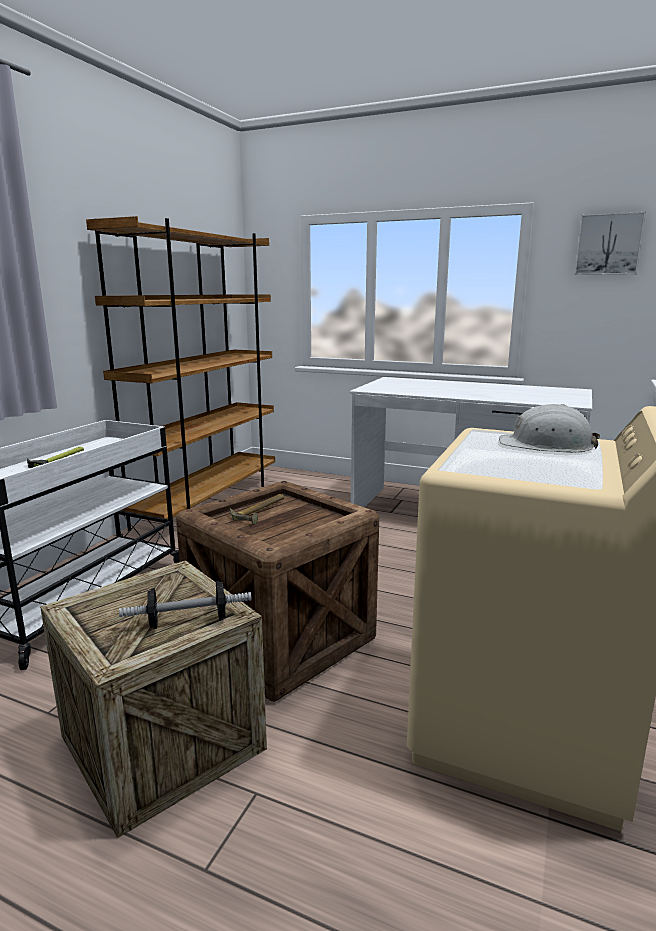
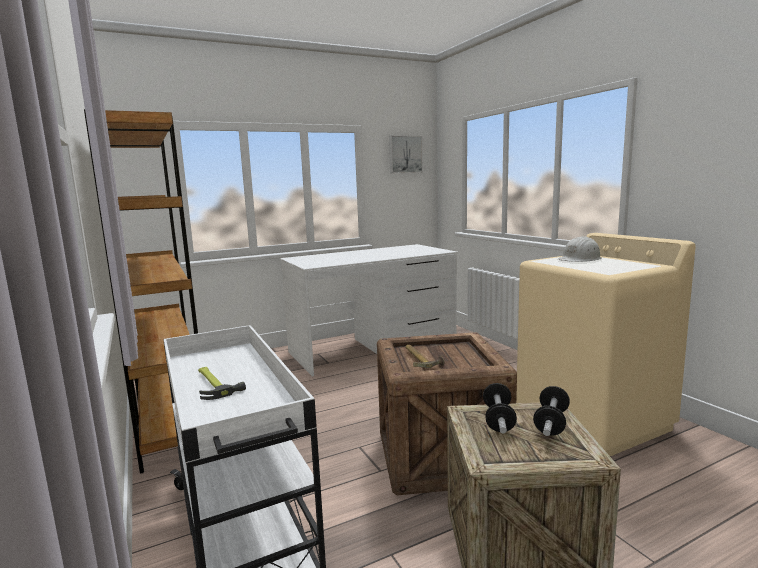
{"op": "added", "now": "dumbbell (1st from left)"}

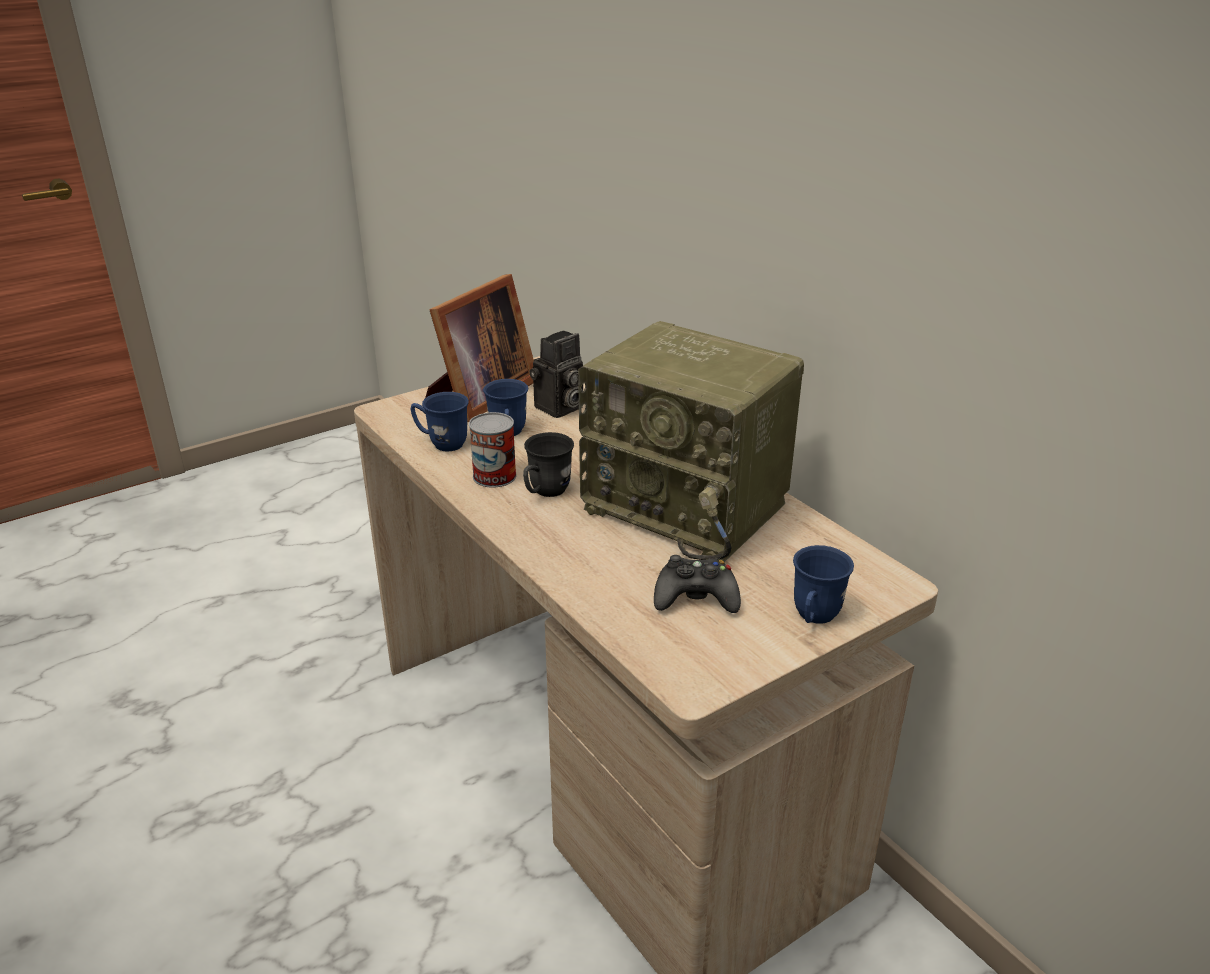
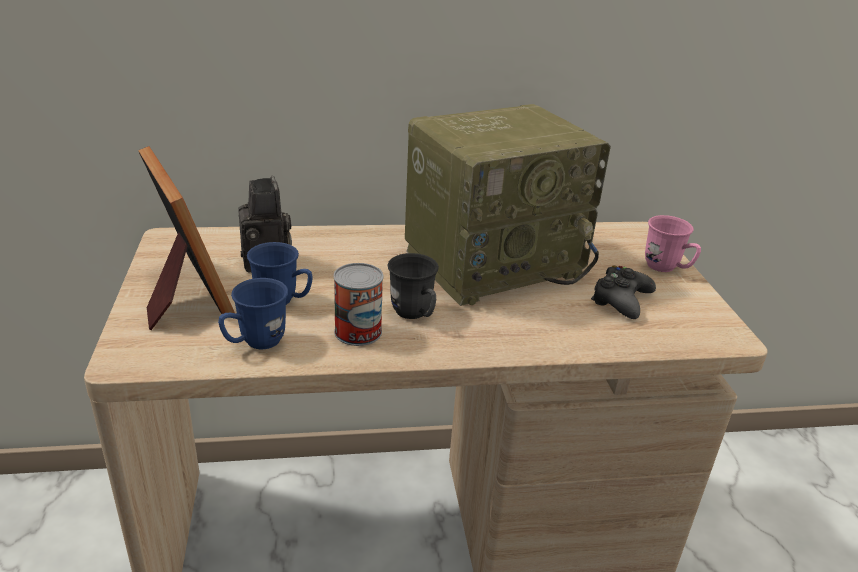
{"op": "recoloured", "was": "blue-coloured tea mug (3rd from left)", "now": "pink-coloured tea mug"}

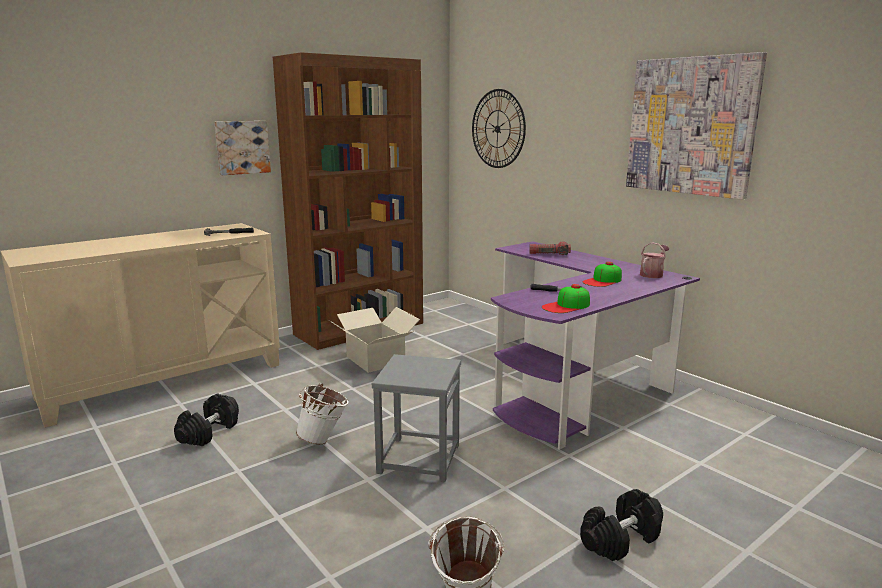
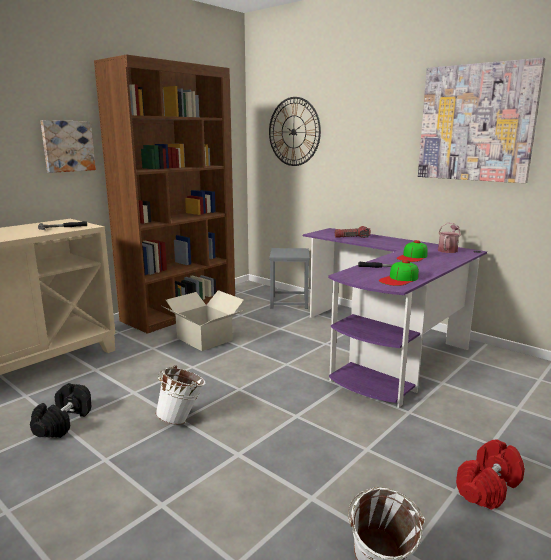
{"op": "moved", "was": "greyish sitting stool"}
{"op": "recoloured", "was": "black-coloured dumbbell (2nd from left)", "now": "red dumbbell"}

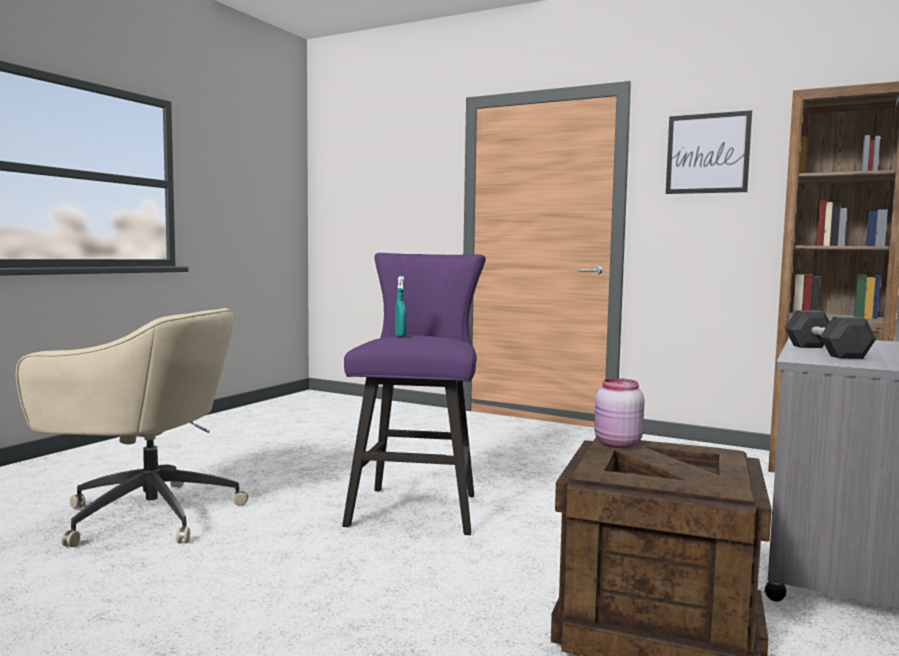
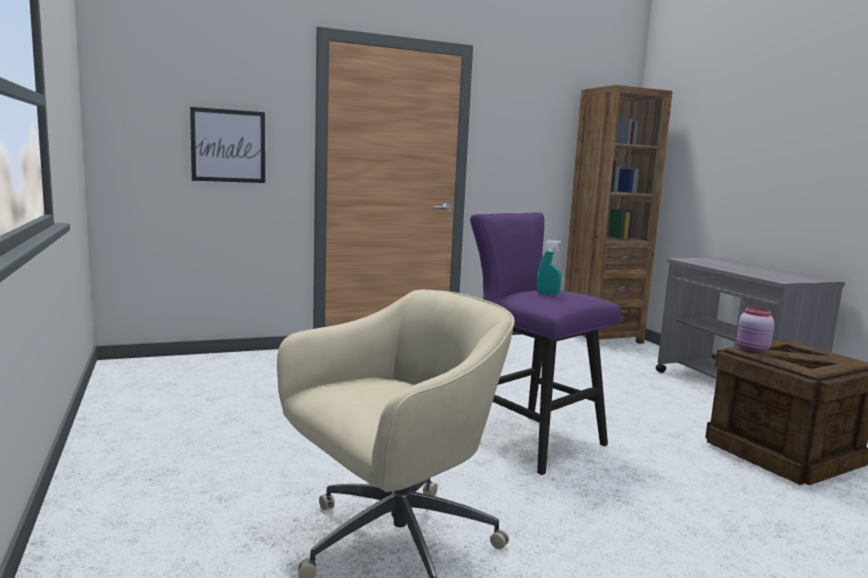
{"op": "moved", "was": "picture"}
{"op": "removed", "was": "black-coloured dumbbell"}

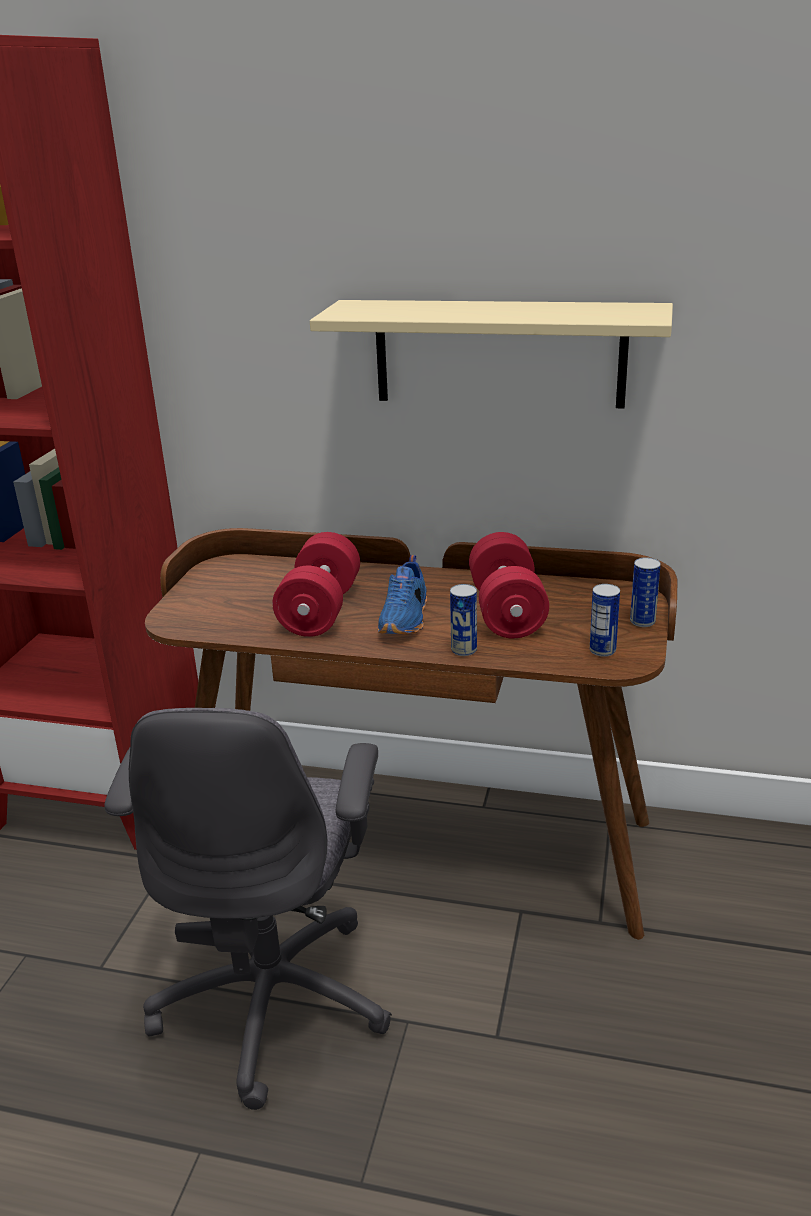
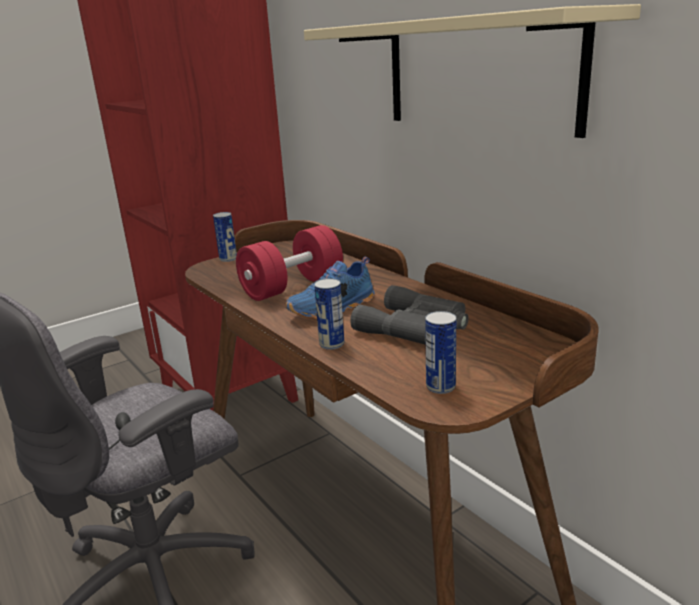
{"op": "replaced", "was": "red dumbbell (2nd from left)", "now": "greyish field glasses"}
{"op": "moved", "was": "metal can (3rd from left in the first image)", "now": "metal can (1st from left)"}

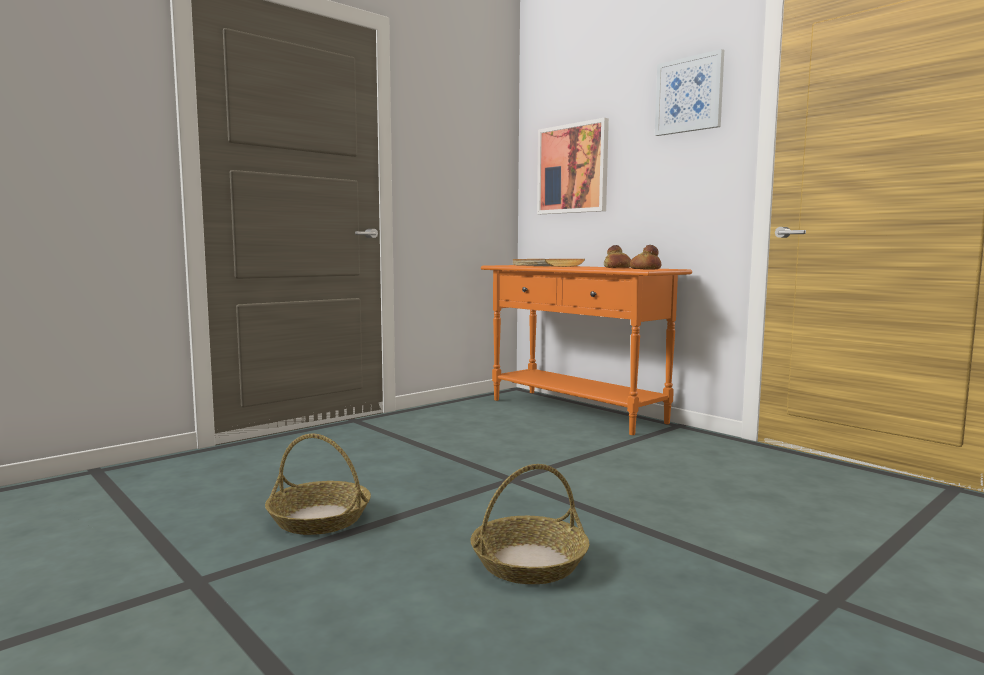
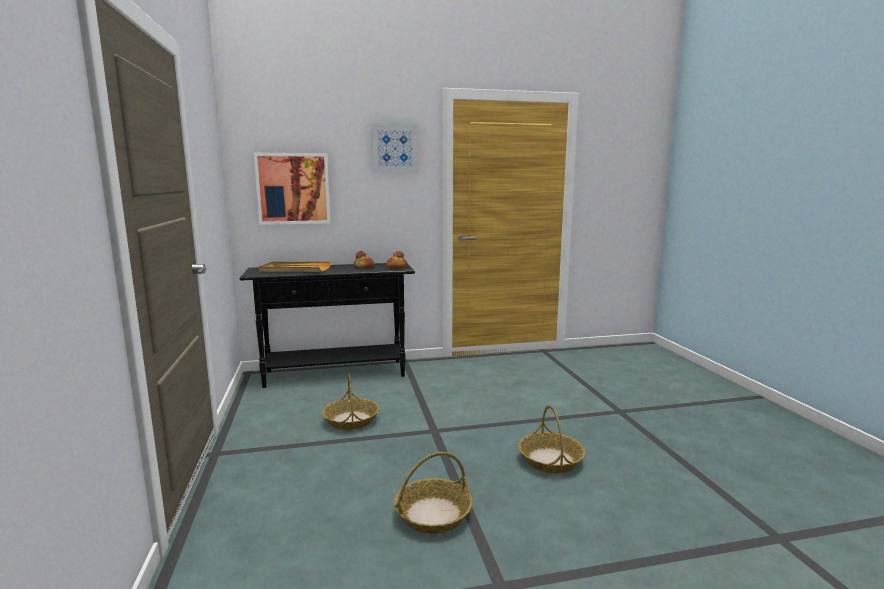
{"op": "recoloured", "was": "orangey hall table", "now": "black-coloured hall table"}
{"op": "added", "now": "household basket (1st from left)"}

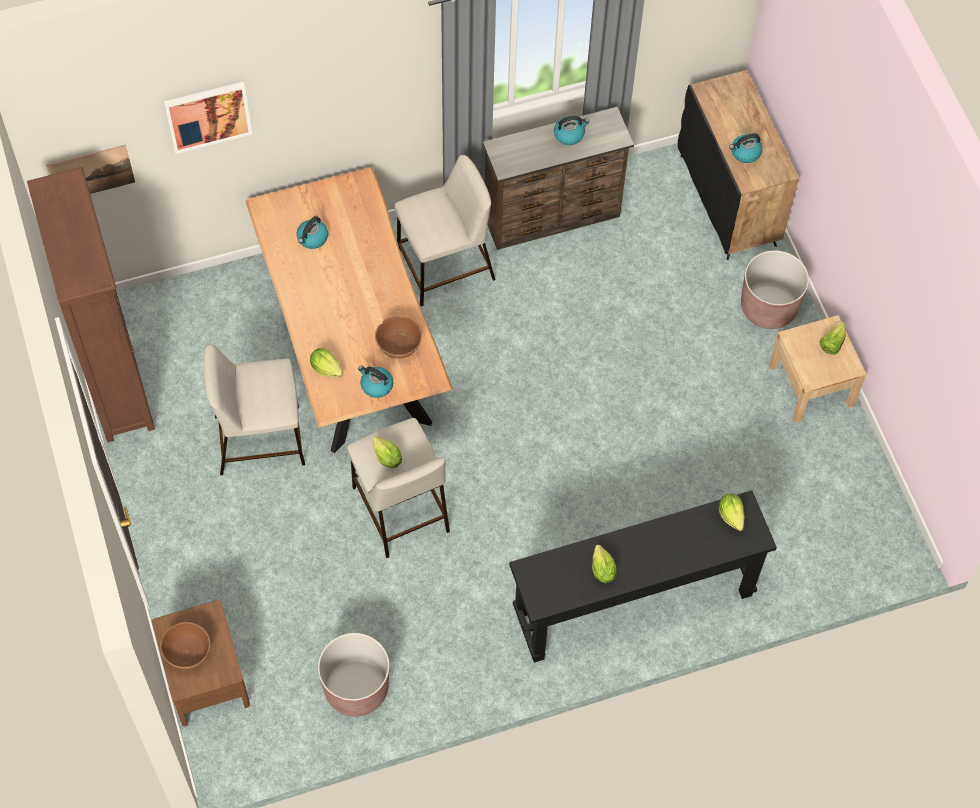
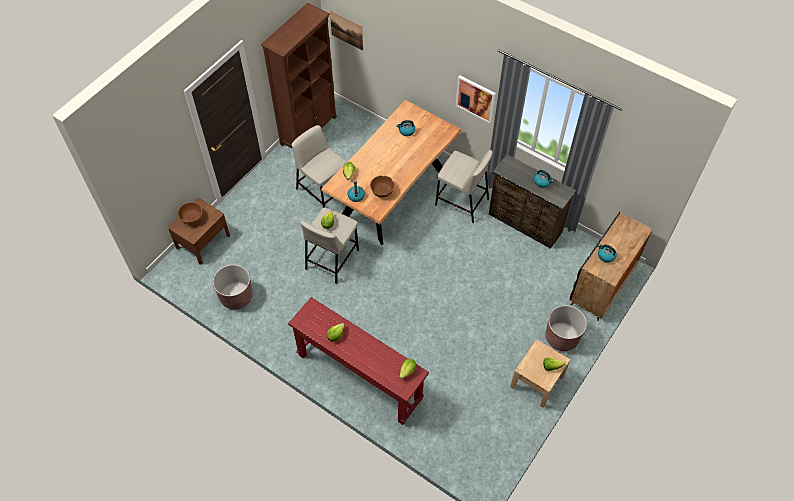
{"op": "moved", "was": "picture (2nd from left)"}
{"op": "recoloured", "was": "black-coloured hall table", "now": "red hall table"}

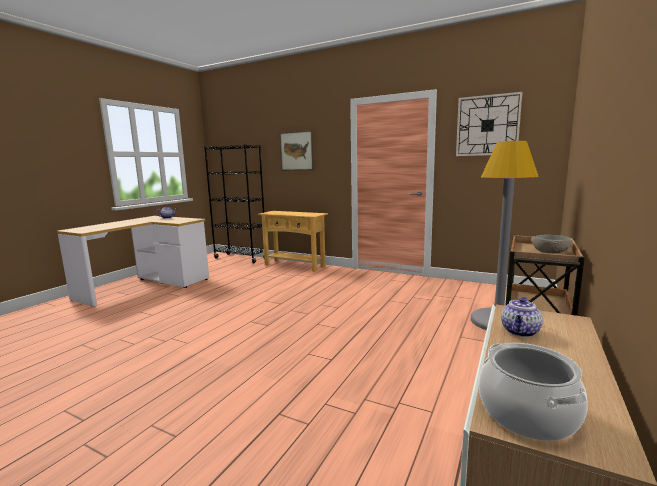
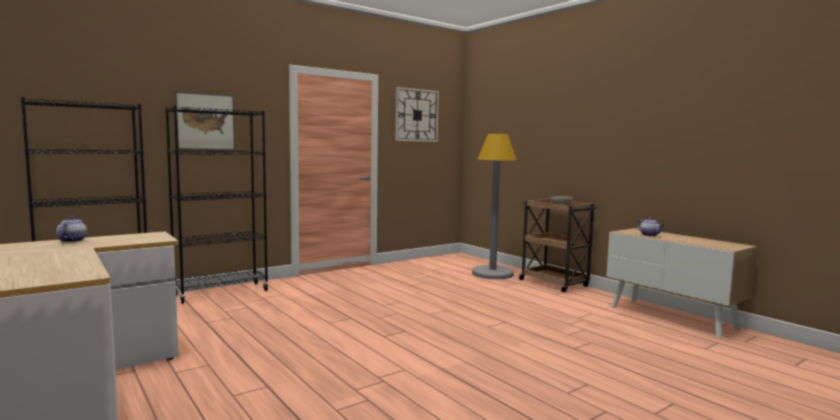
{"op": "replaced", "was": "beige hall table", "now": "black-coloured bookshelf (2nd from left)"}
{"op": "removed", "was": "cooking pot"}

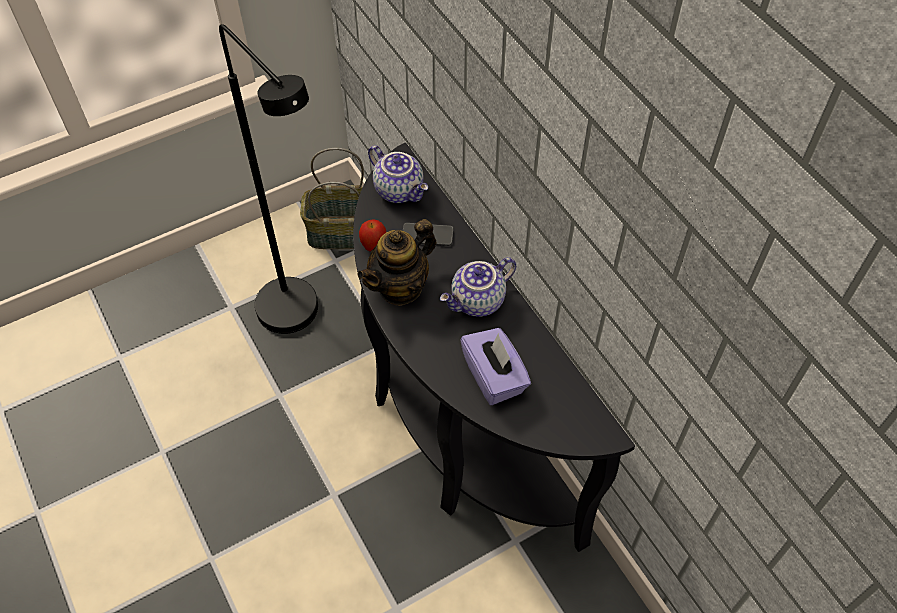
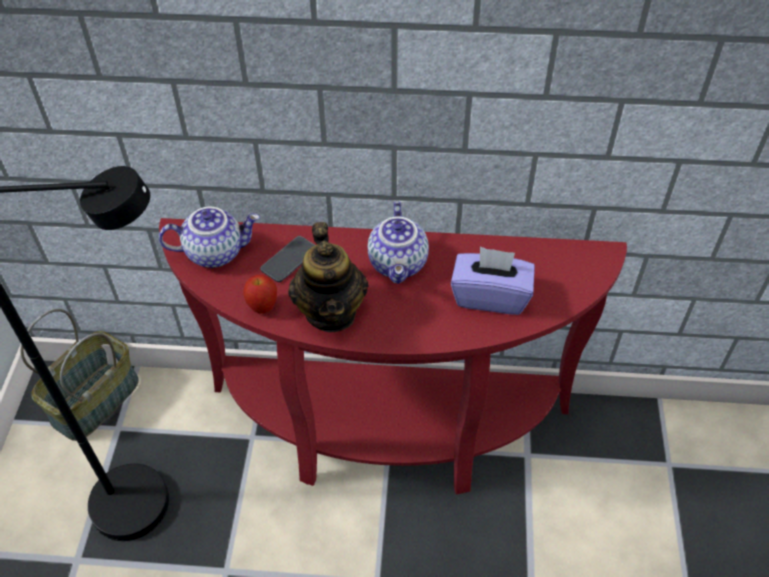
{"op": "recoloured", "was": "black-coloured hall table", "now": "red hall table"}

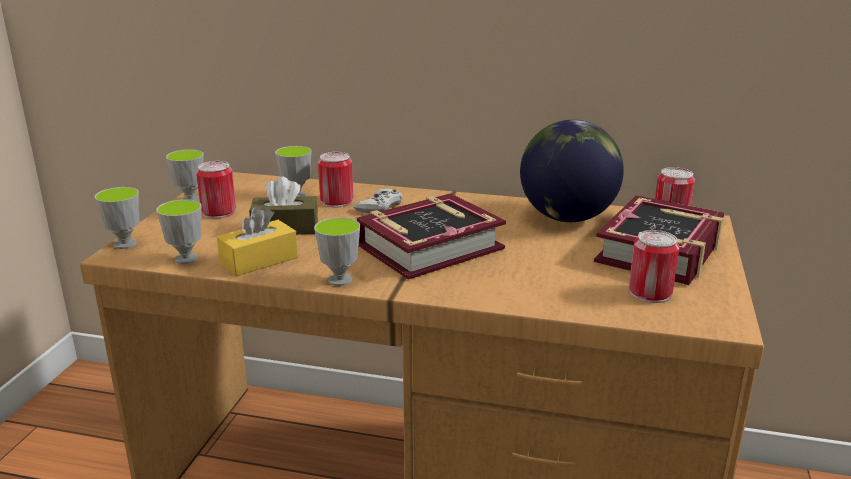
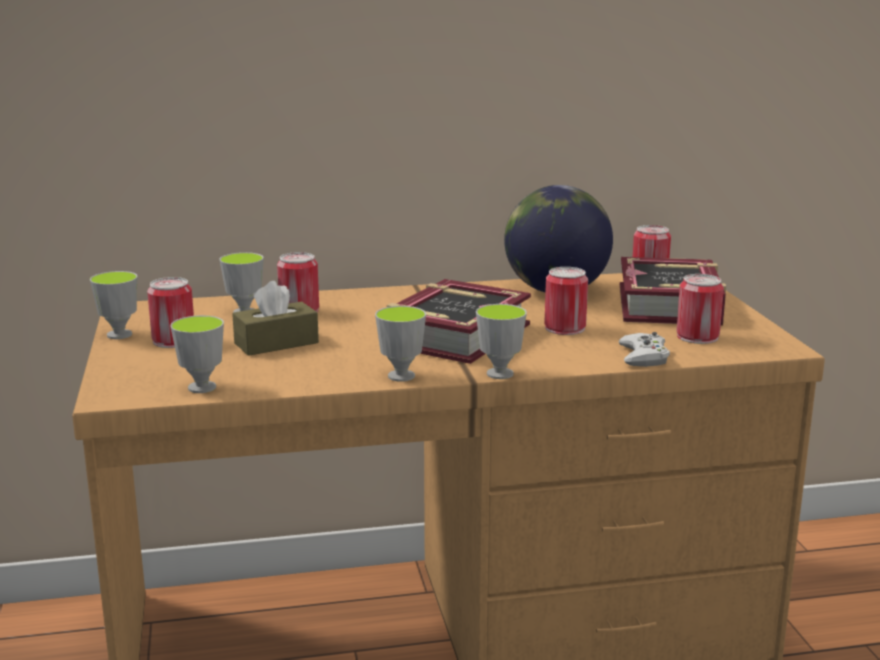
{"op": "moved", "was": "small cup (1st from left in the first image)", "now": "small cup (5th from left)"}
{"op": "removed", "was": "yellowish tissue box"}
{"op": "moved", "was": "whitish gamepad"}
{"op": "added", "now": "metal can (3rd from left)"}

